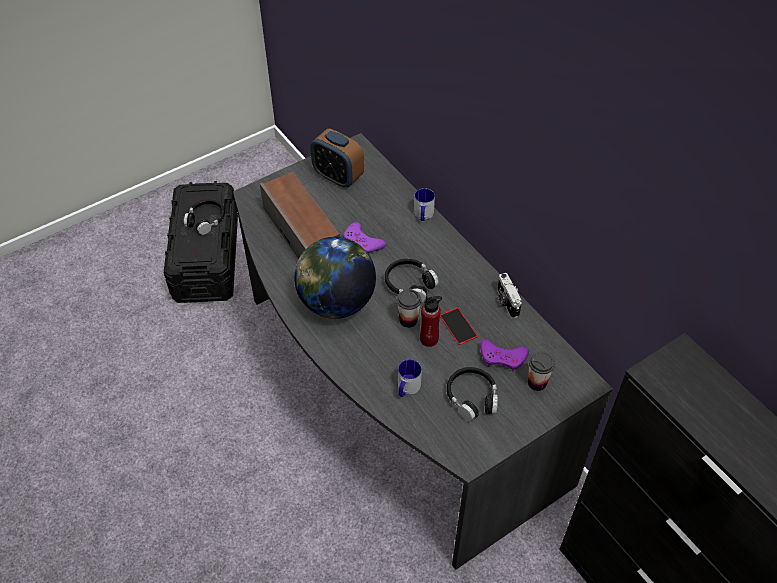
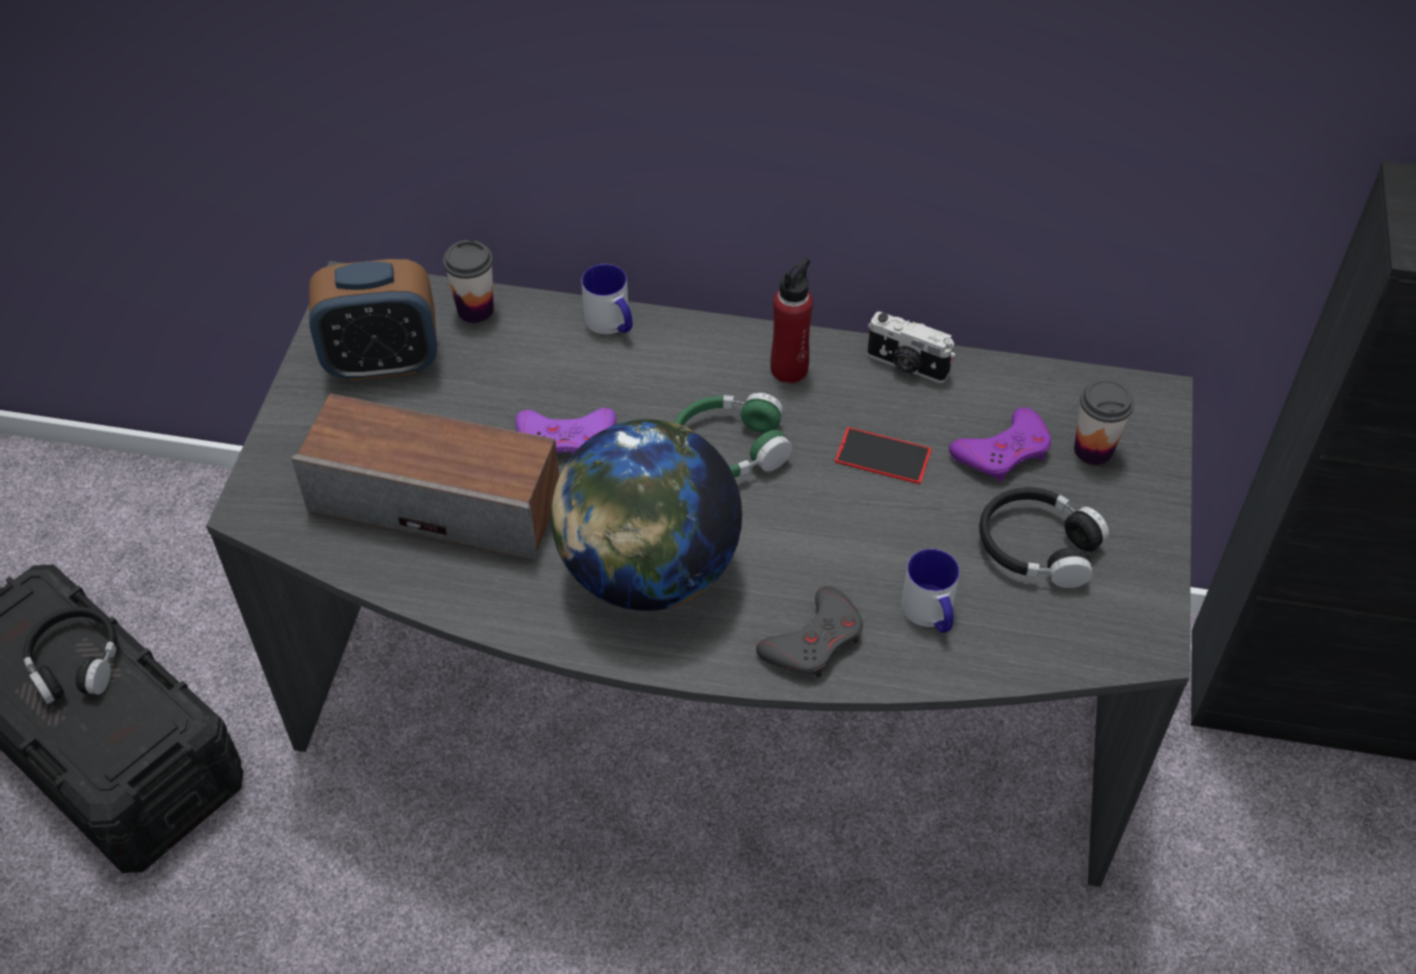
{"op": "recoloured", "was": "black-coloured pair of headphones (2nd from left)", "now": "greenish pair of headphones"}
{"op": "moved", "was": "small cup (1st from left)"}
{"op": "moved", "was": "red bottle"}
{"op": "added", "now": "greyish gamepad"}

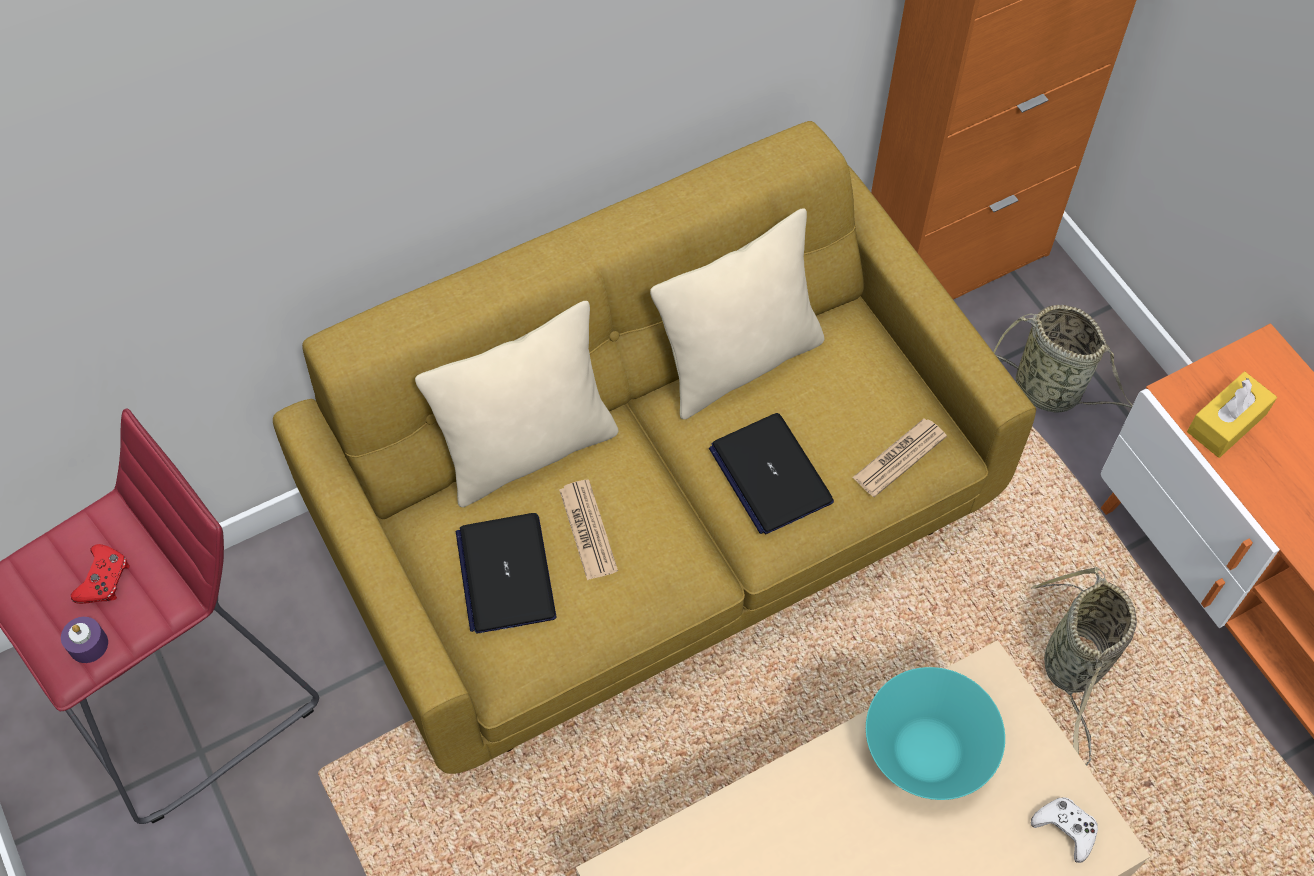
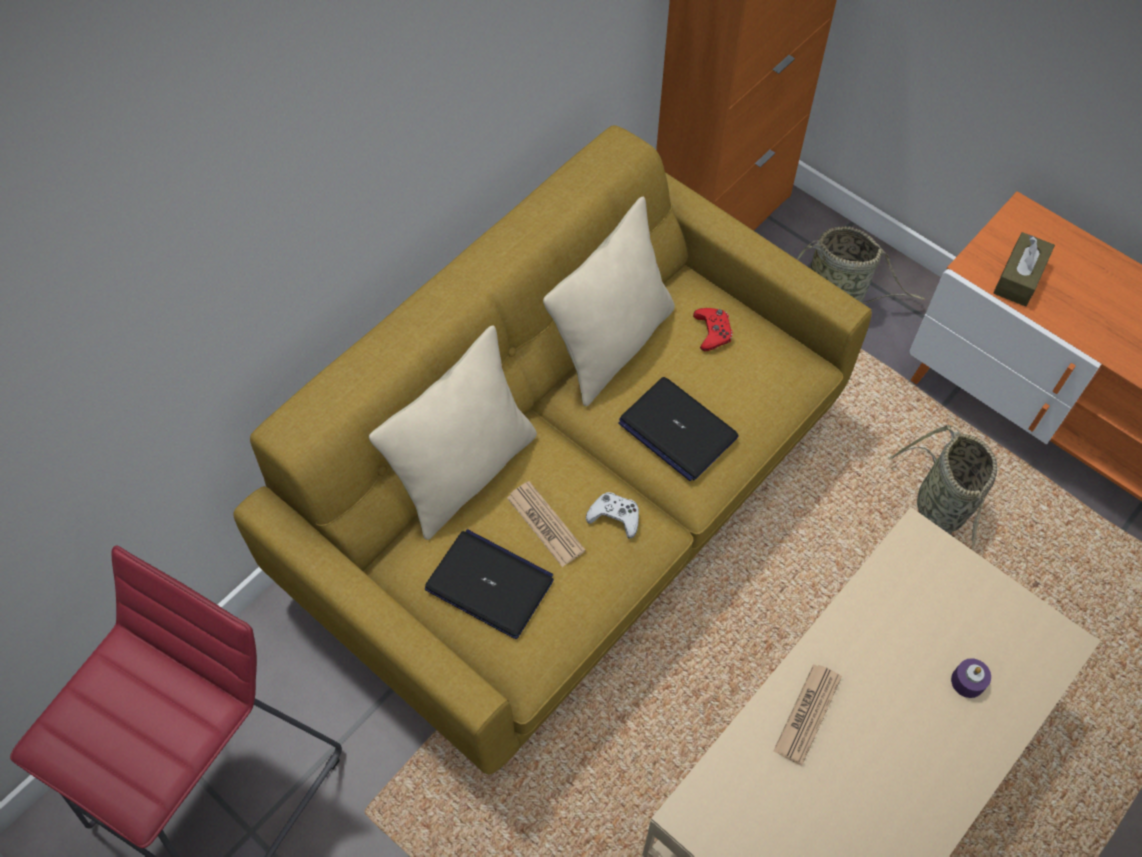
{"op": "moved", "was": "purple-coloured candle"}
{"op": "moved", "was": "red gamepad"}
{"op": "turned", "was": "portable computer (1st from left)", "clockwise": 150}
{"op": "moved", "was": "daily paper (2nd from left)"}
{"op": "removed", "was": "turquoise-coloured deep dish"}
{"op": "moved", "was": "whitish gamepad"}
{"op": "recoloured", "was": "yellowish tissue box", "now": "brownish tissue box"}

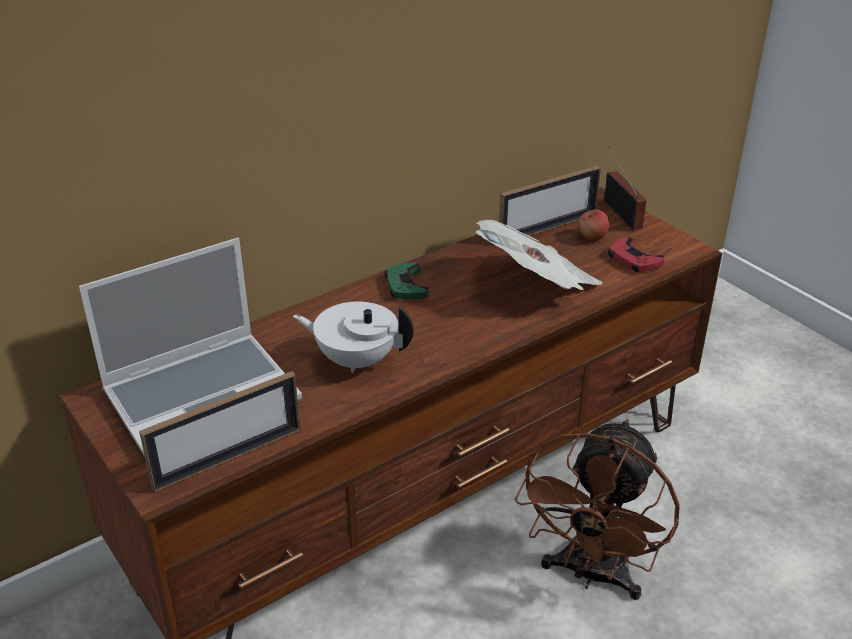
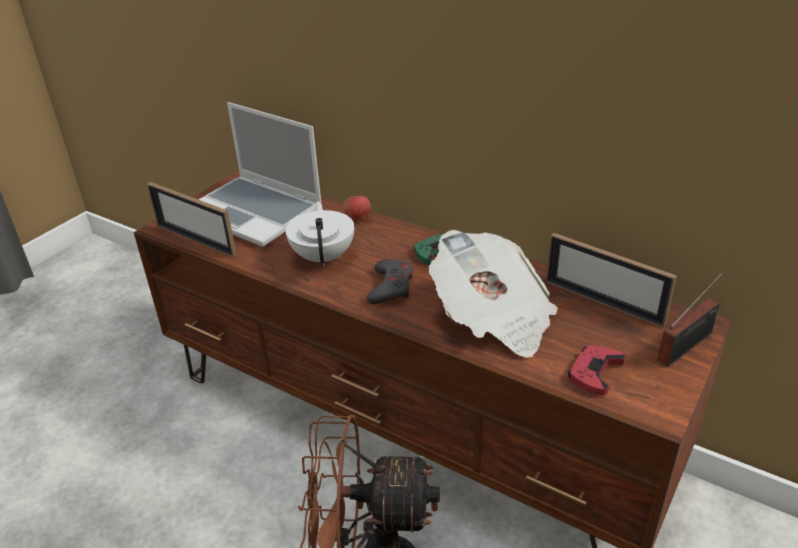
{"op": "moved", "was": "apple fruit"}
{"op": "added", "now": "greyish gamepad"}

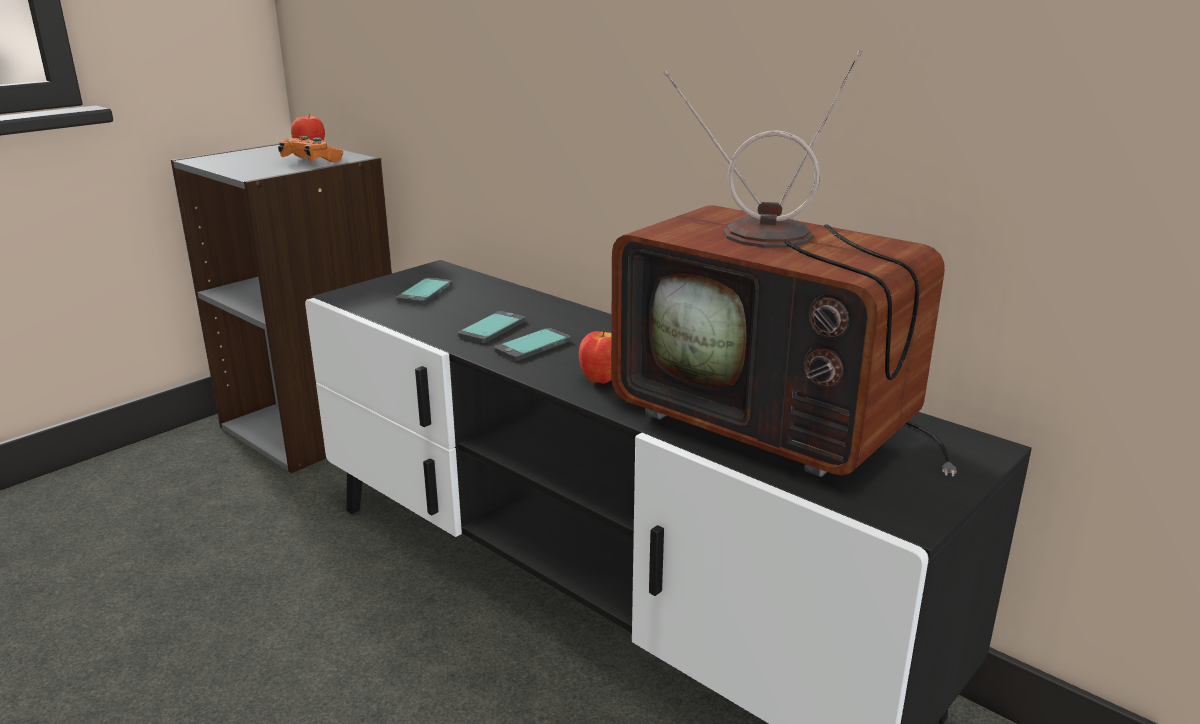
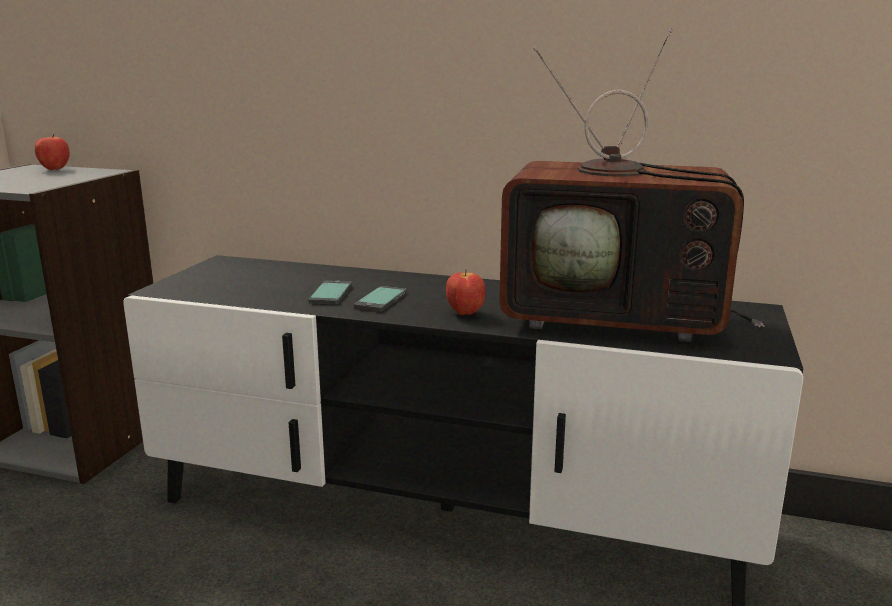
{"op": "removed", "was": "orangey gamepad"}
{"op": "removed", "was": "phone (1st from left)"}

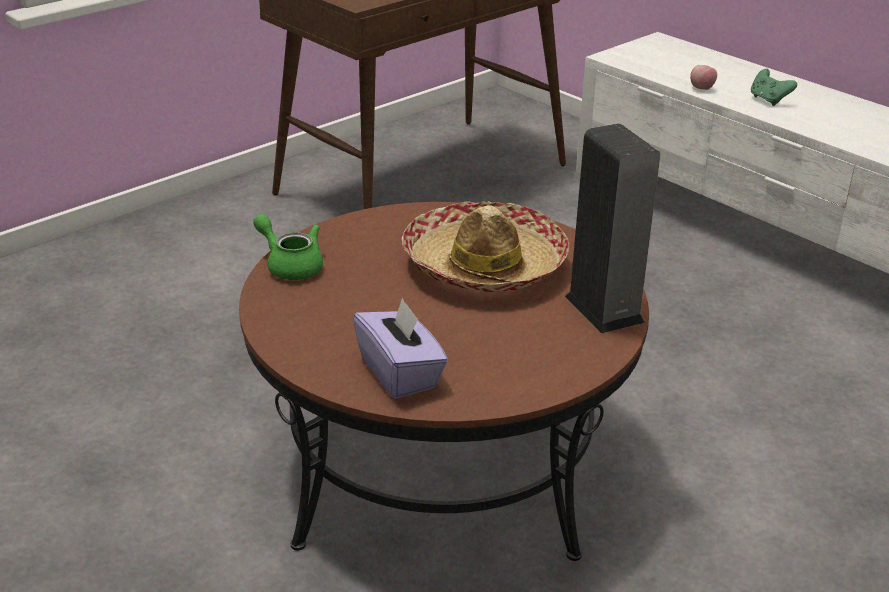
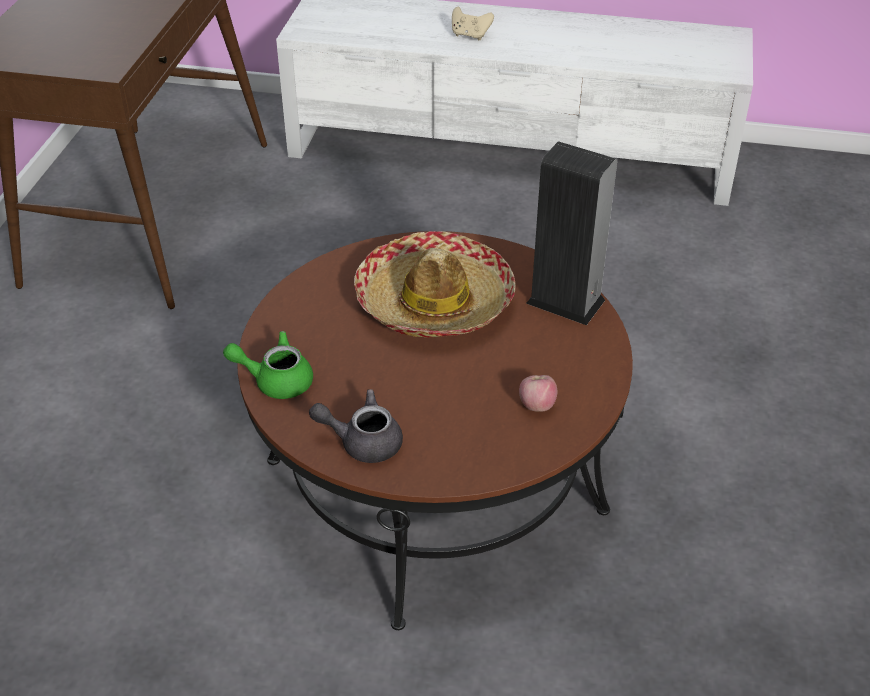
{"op": "removed", "was": "purple-coloured tissue box"}
{"op": "moved", "was": "apple fruit"}
{"op": "recoloured", "was": "greenish gamepad", "now": "beige gamepad"}
{"op": "added", "now": "greyish tea pot"}

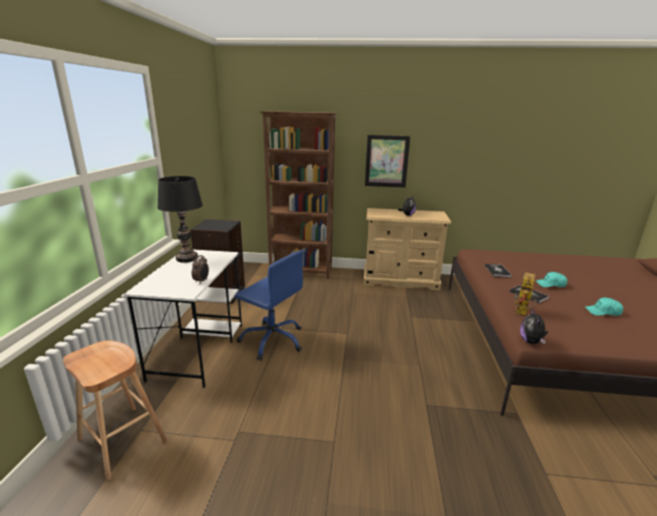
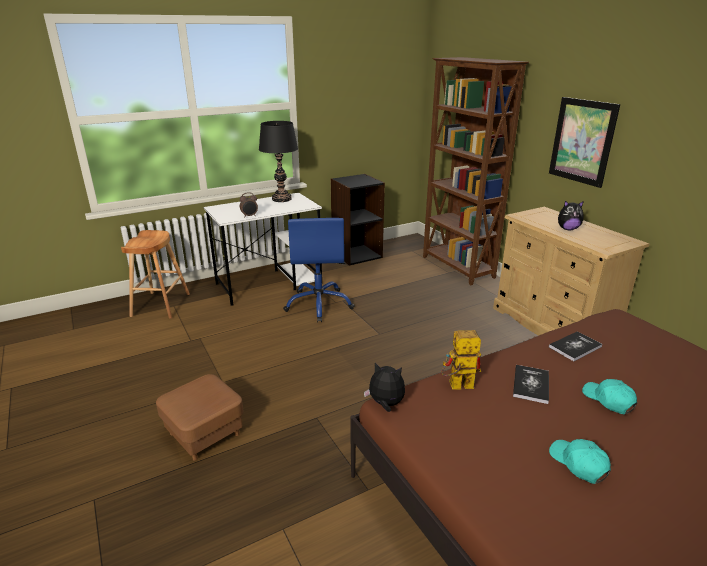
{"op": "turned", "was": "plush toy (2nd from left in the first image)", "clockwise": 45}
{"op": "added", "now": "brownish pouffe"}

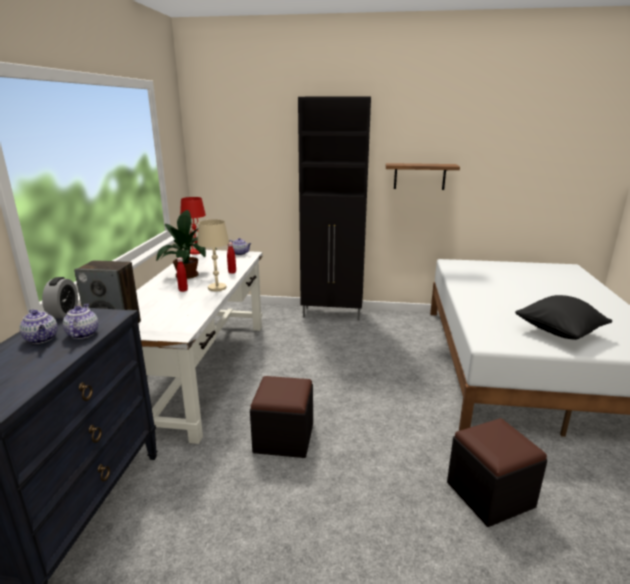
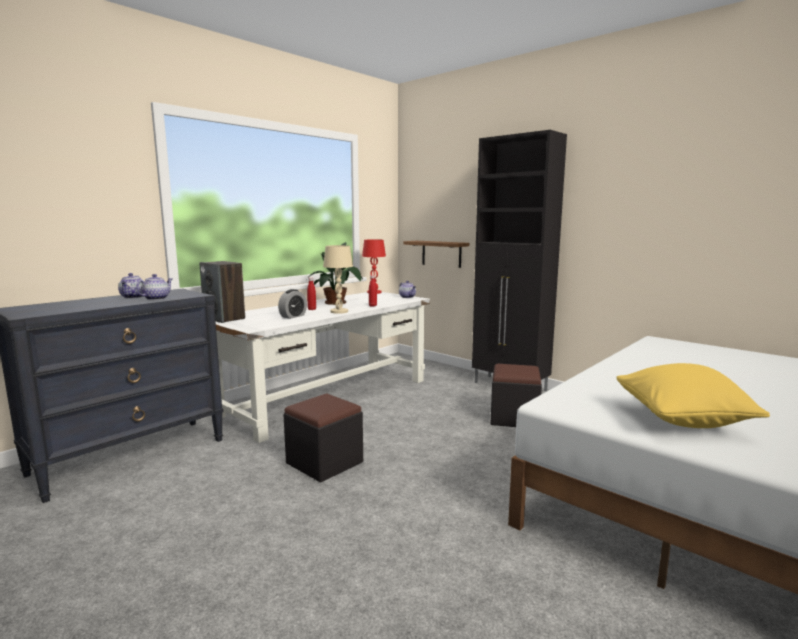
{"op": "moved", "was": "bedside clock"}
{"op": "moved", "was": "shelf"}
{"op": "moved", "was": "black-coloured pouffe (2nd from left)"}
{"op": "recoloured", "was": "black-coloured cushion", "now": "yellowish cushion"}

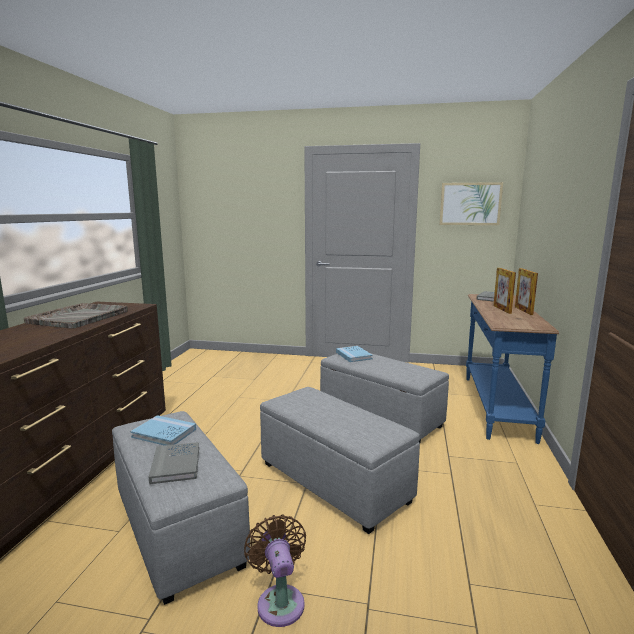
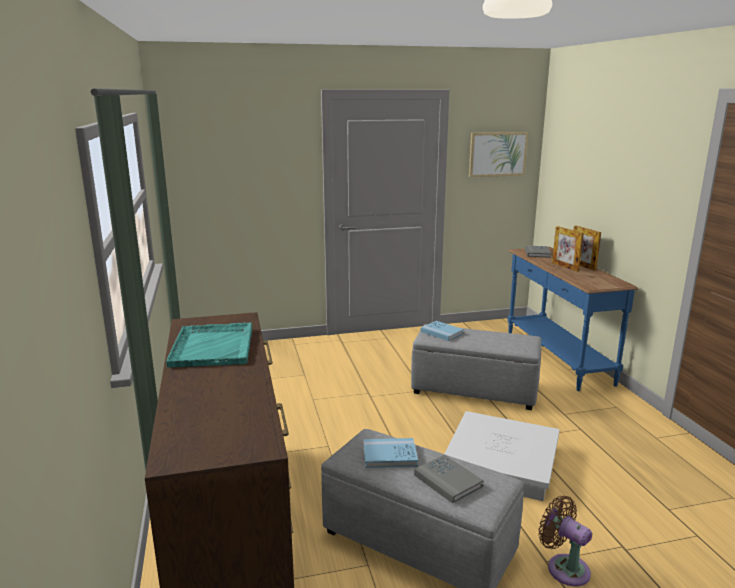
{"op": "recoloured", "was": "greyish tray", "now": "turquoise-coloured tray"}
{"op": "replaced", "was": "greyish pouffe (2nd from left)", "now": "whitish storage box"}

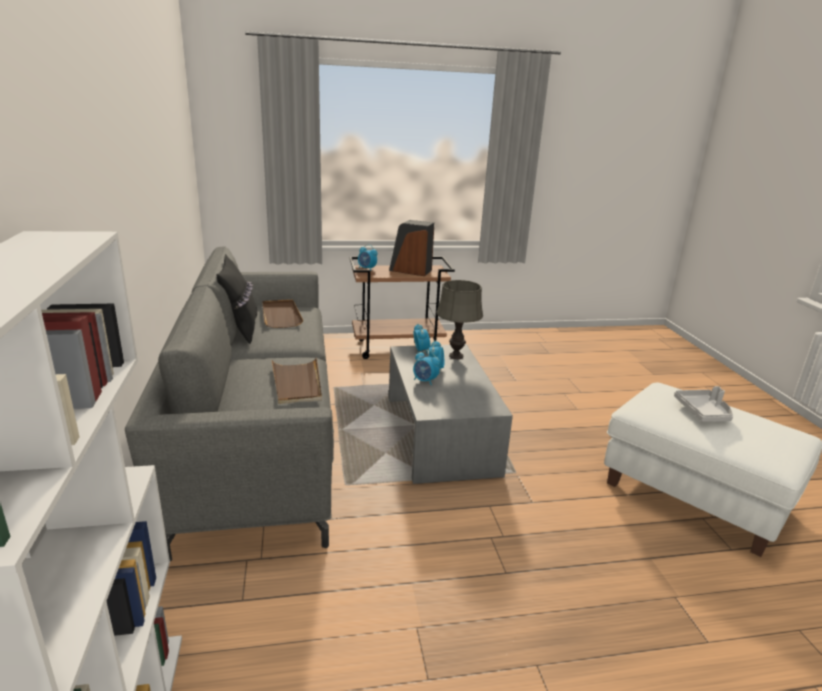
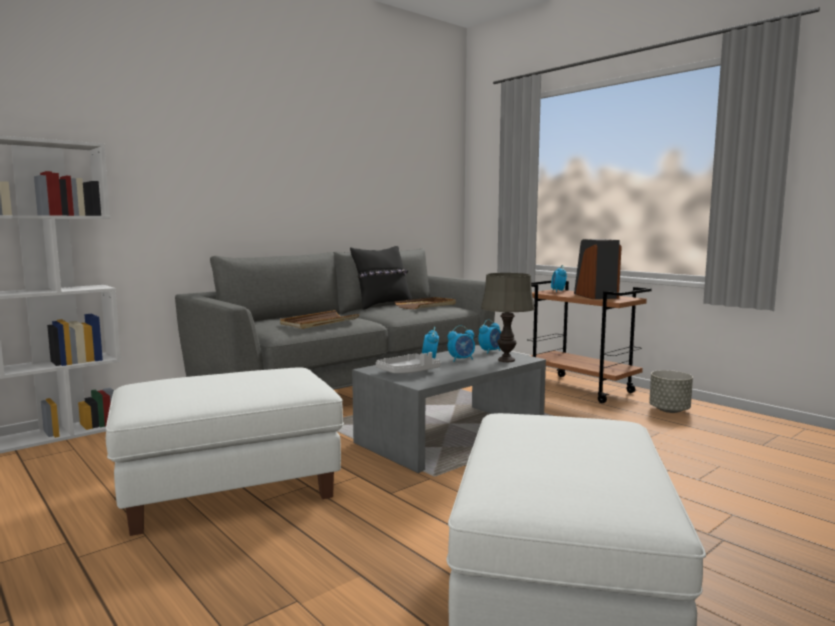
{"op": "moved", "was": "greyish tray"}
{"op": "added", "now": "whitish pouffe (1st from left)"}
{"op": "added", "now": "greyish flower pot"}

